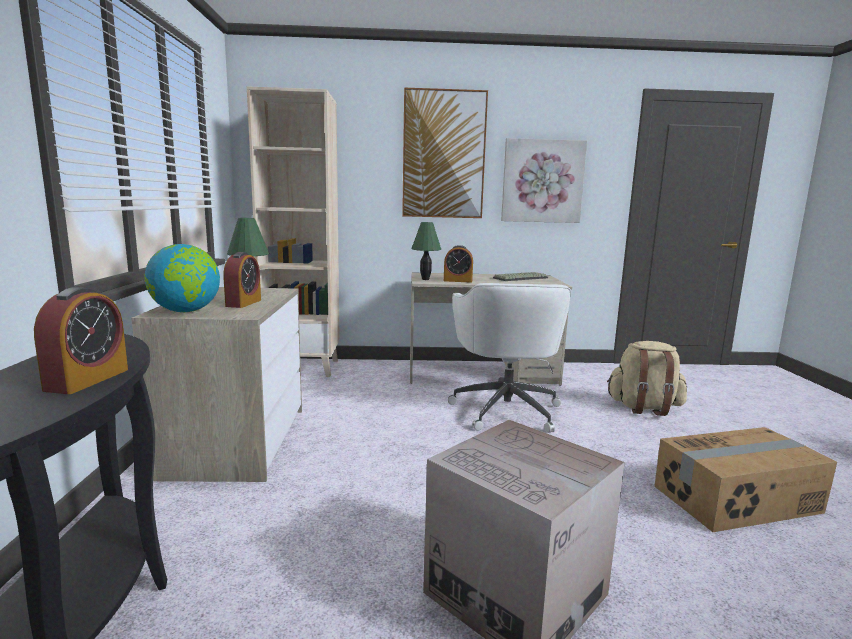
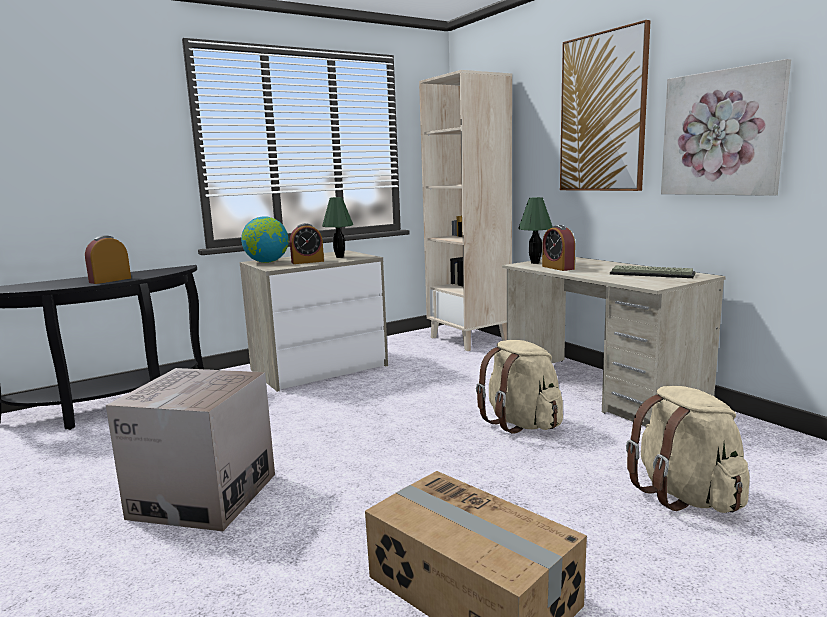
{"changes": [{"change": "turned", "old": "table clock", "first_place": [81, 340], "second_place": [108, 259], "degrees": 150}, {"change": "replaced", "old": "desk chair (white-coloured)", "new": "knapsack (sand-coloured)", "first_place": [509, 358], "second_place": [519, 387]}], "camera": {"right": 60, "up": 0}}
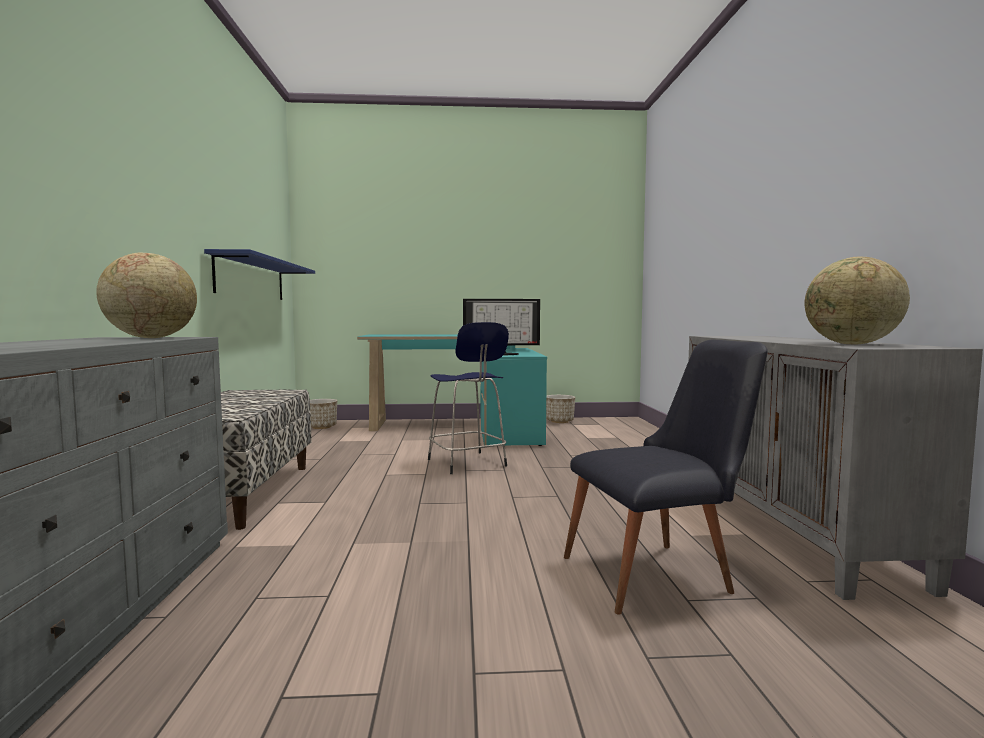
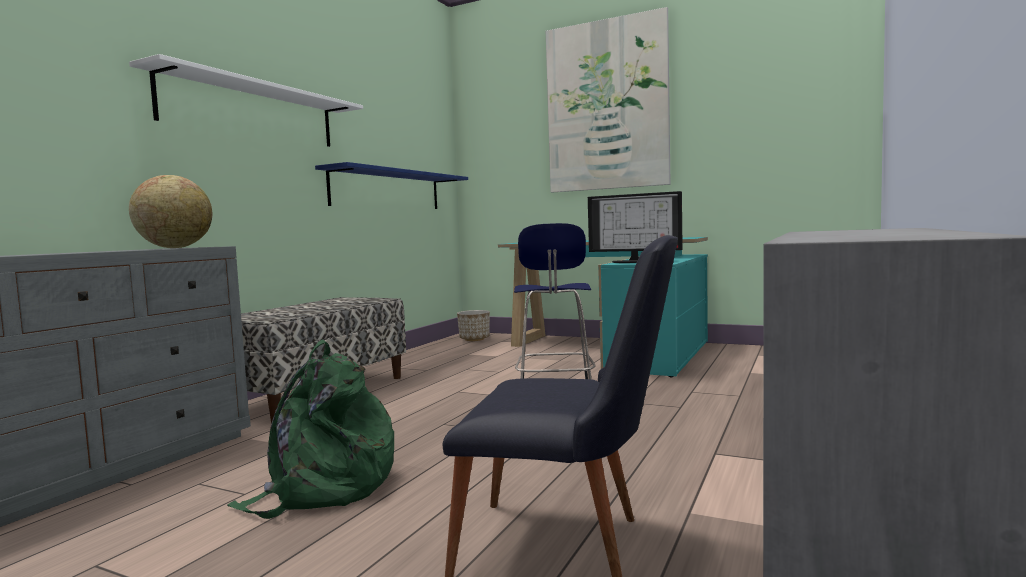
{"changes": [{"change": "removed", "old": "plant pot", "first_place": [560, 409]}, {"change": "removed", "old": "globe", "first_place": [857, 300]}, {"change": "added", "new": "wall shelf (white-coloured)", "second_place": [246, 100]}, {"change": "added", "new": "knapsack (green-coloured)", "second_place": [310, 429]}, {"change": "added", "new": "wall picture", "second_place": [608, 100]}], "camera": {"right": 30, "up": 0}}
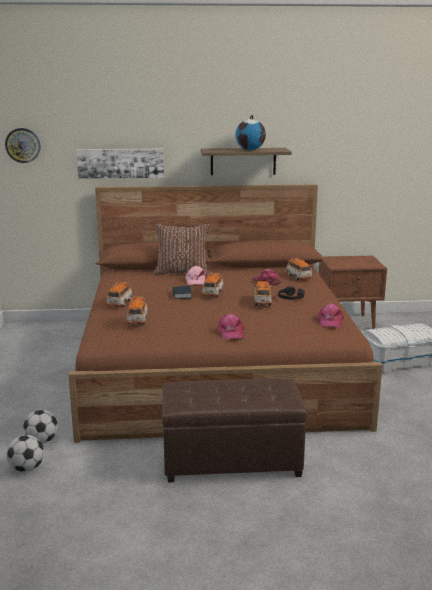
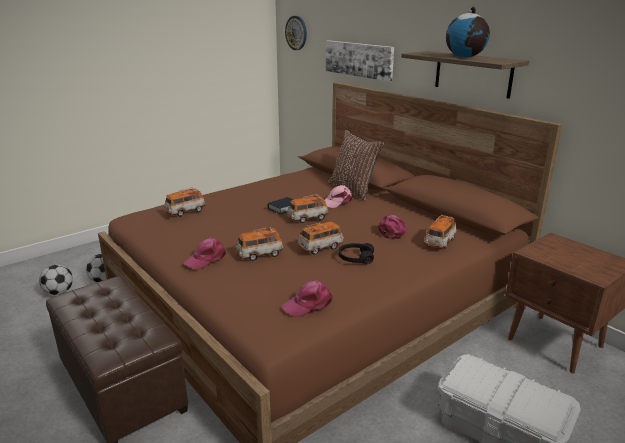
{"changes": [{"change": "moved", "old": "toy car", "first_place": [119, 294], "second_place": [260, 244]}], "camera": {"right": 55, "up": 5}}
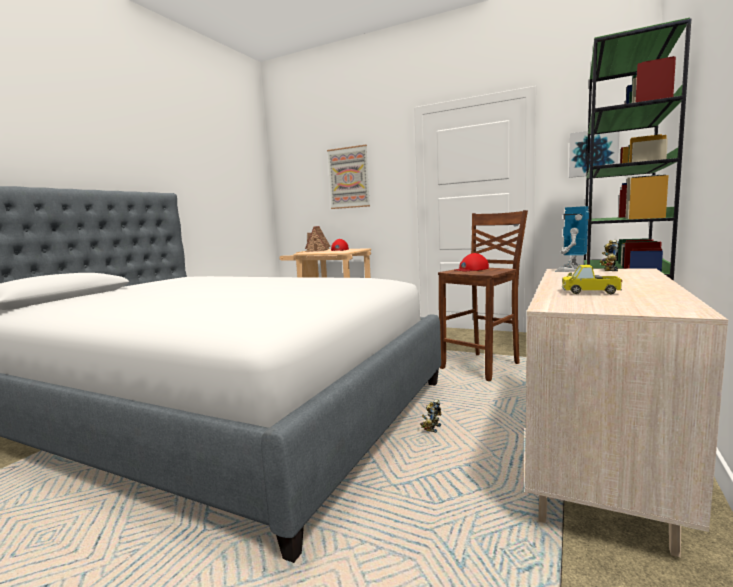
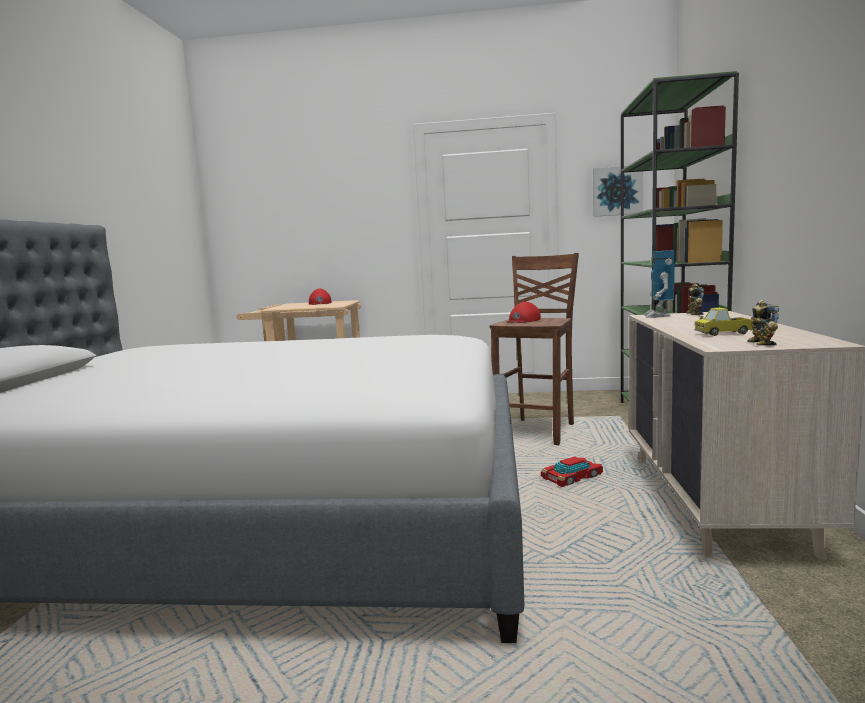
{"changes": [{"change": "removed", "old": "toy house", "first_place": [317, 239]}, {"change": "removed", "old": "wall picture", "first_place": [348, 177]}, {"change": "moved", "old": "robot figure", "first_place": [431, 416], "second_place": [763, 322]}, {"change": "added", "new": "toy car", "second_place": [572, 471]}], "camera": {"right": -20, "up": 0}}
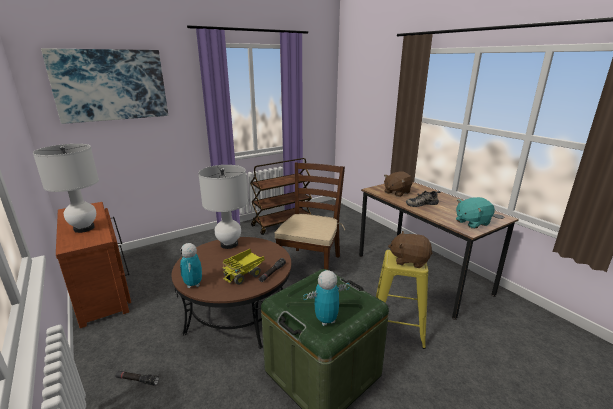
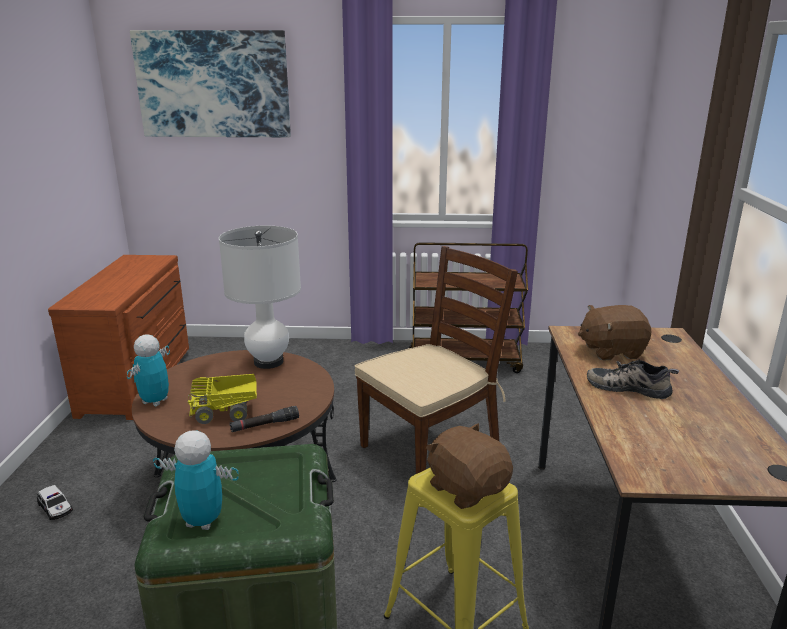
{"changes": [{"change": "removed", "old": "lamp for a table (white-coloured)", "first_place": [66, 188]}, {"change": "replaced", "old": "flashlight (black-coloured)", "new": "toy car", "first_place": [137, 378], "second_place": [55, 502]}, {"change": "removed", "old": "soft toy (blue-green)", "first_place": [475, 213]}], "camera": {"right": 35, "up": 0}}
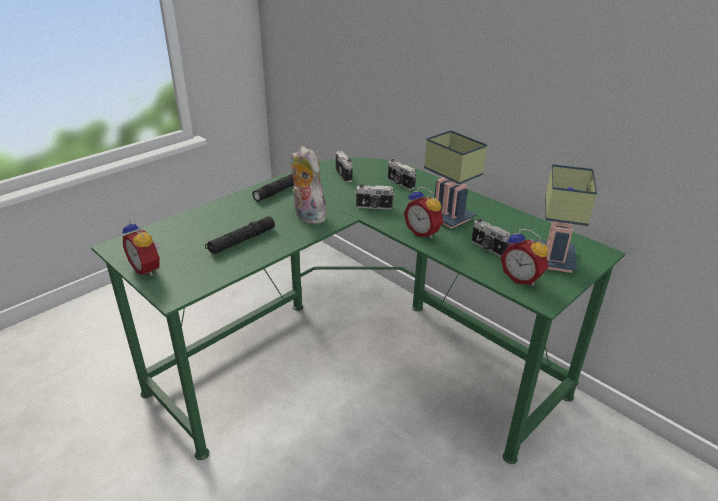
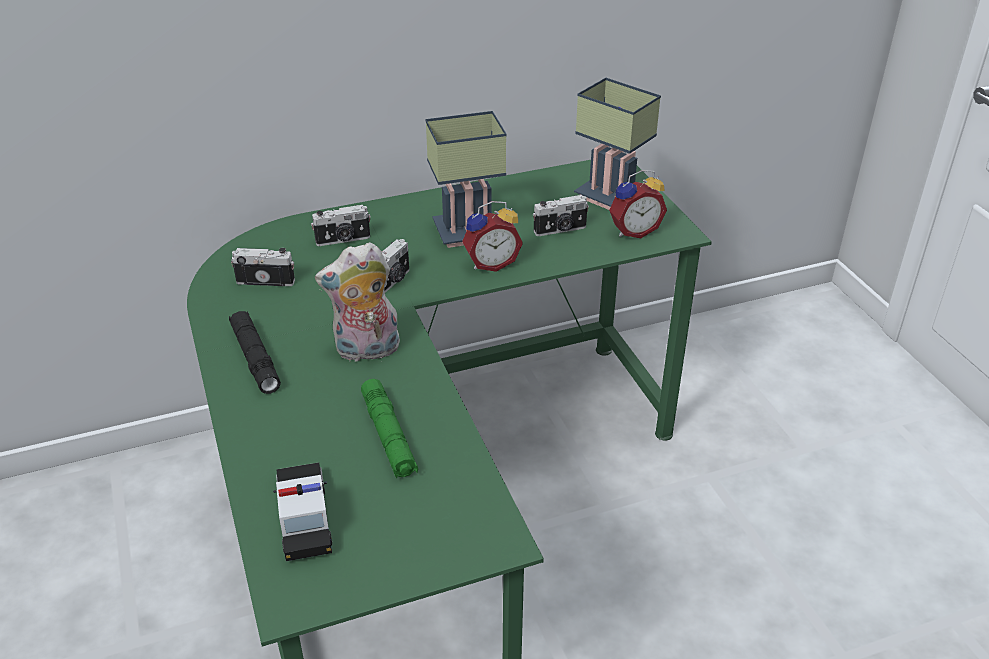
{"changes": [{"change": "removed", "old": "table clock", "first_place": [141, 247]}, {"change": "recoloured", "old": "flashlight (black-coloured)", "new": "flashlight (green-coloured)", "first_place": [240, 235], "second_place": [389, 428]}, {"change": "added", "new": "toy car", "second_place": [303, 511]}], "camera": {"right": -65, "up": 5}}
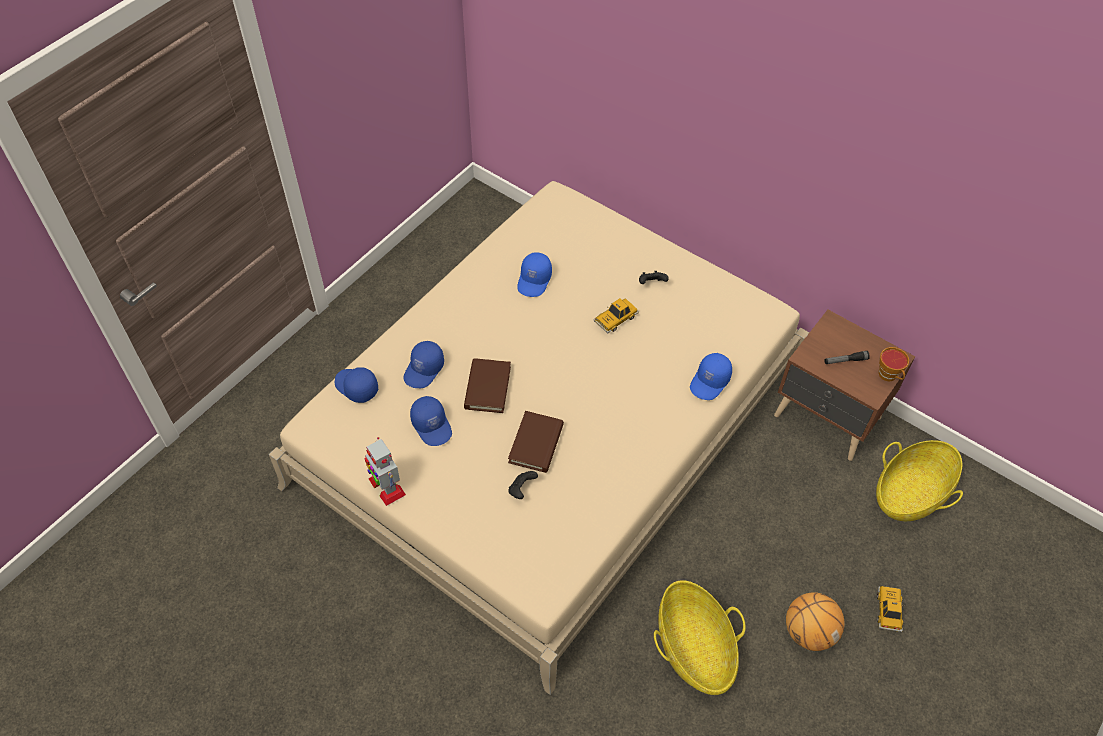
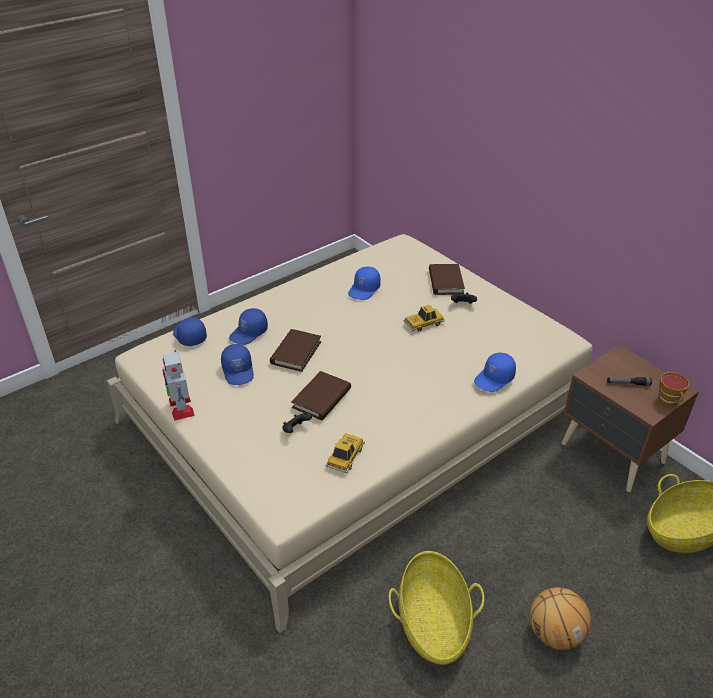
{"changes": [{"change": "moved", "old": "toy car", "first_place": [890, 609], "second_place": [345, 453]}, {"change": "added", "new": "bound book (brownish)", "second_place": [447, 279]}], "camera": {"right": 15, "up": -15}}
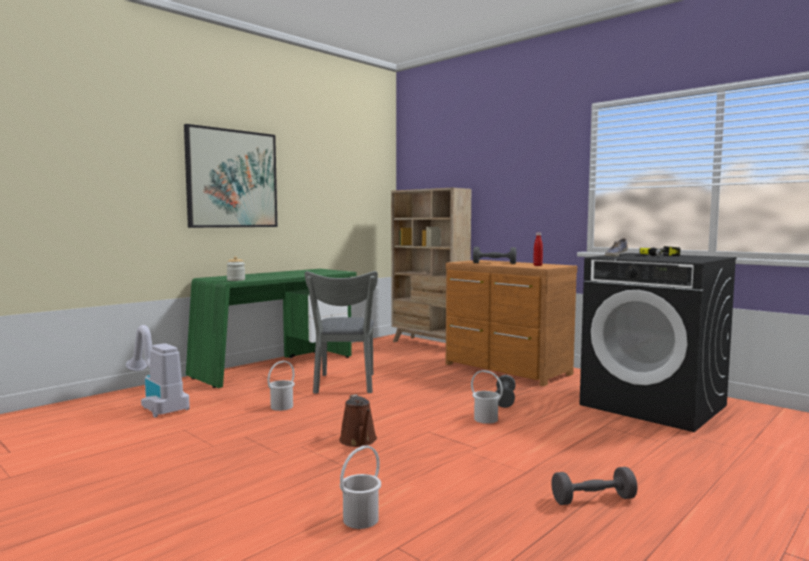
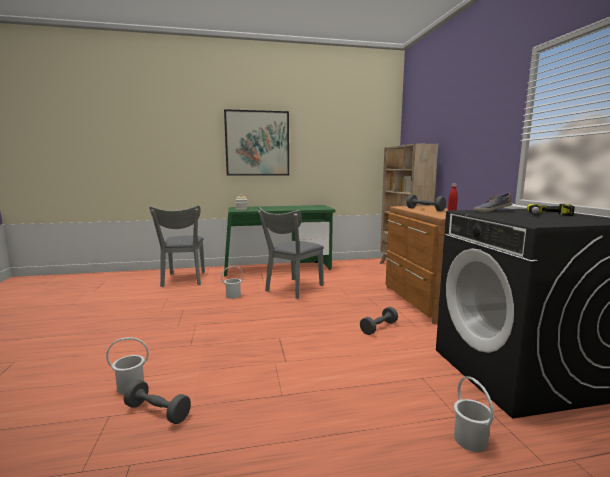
{"changes": [{"change": "replaced", "old": "vacuum", "new": "plain chair (gray)", "first_place": [158, 371], "second_place": [177, 246]}, {"change": "removed", "old": "watering can (brownish)", "first_place": [358, 420]}, {"change": "moved", "old": "water bucket (white-coloured)", "first_place": [487, 397], "second_place": [474, 414]}, {"change": "moved", "old": "dumbbell (gray)", "first_place": [594, 486], "second_place": [157, 402]}], "camera": {"right": 35, "up": 5}}
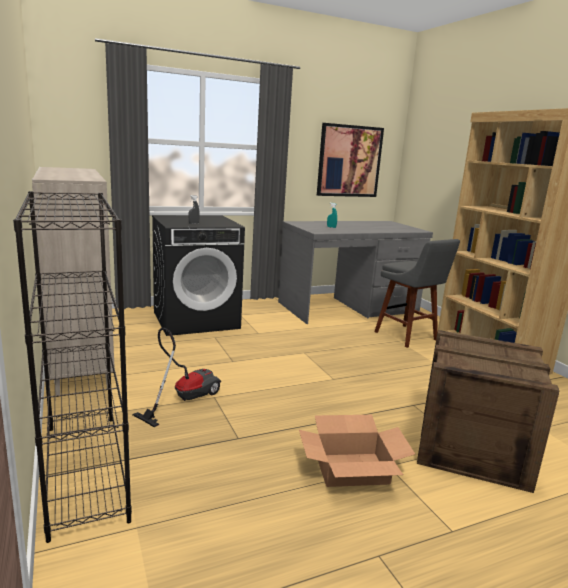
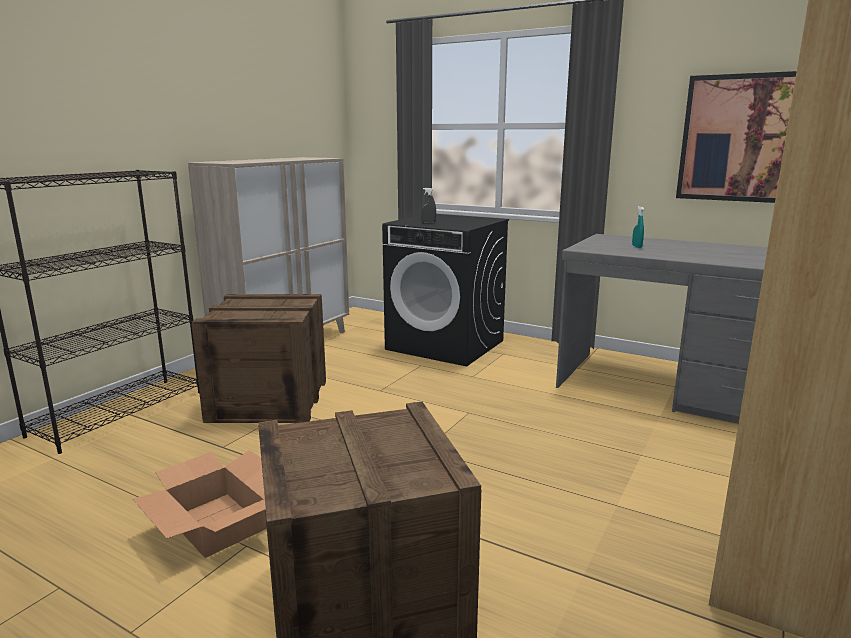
{"changes": [{"change": "replaced", "old": "vacuum", "new": "crate", "first_place": [177, 378], "second_place": [258, 358]}, {"change": "removed", "old": "stool (gray)", "first_place": [417, 293]}], "camera": {"right": 55, "up": 0}}
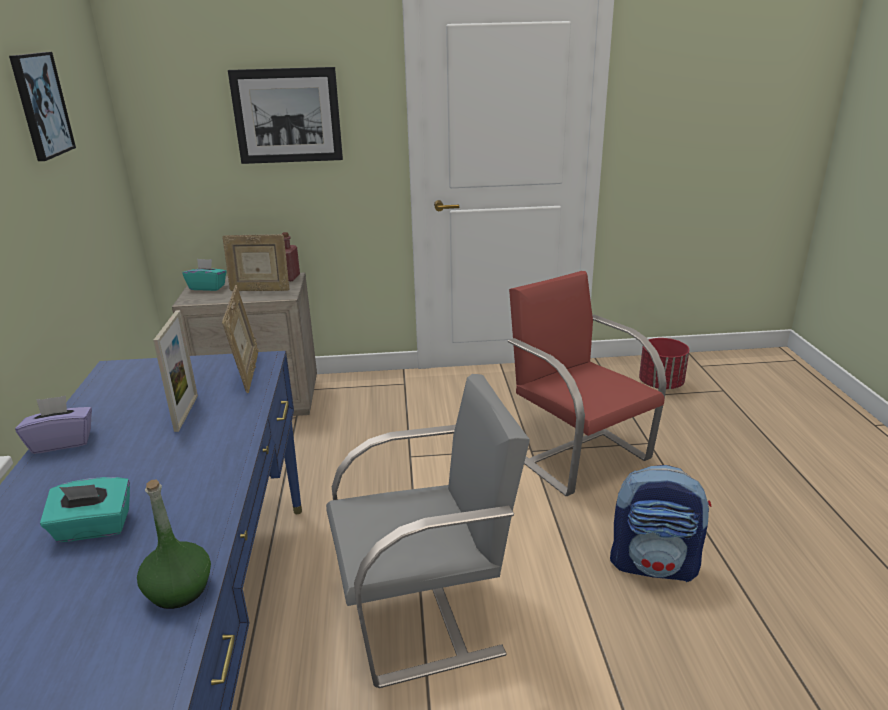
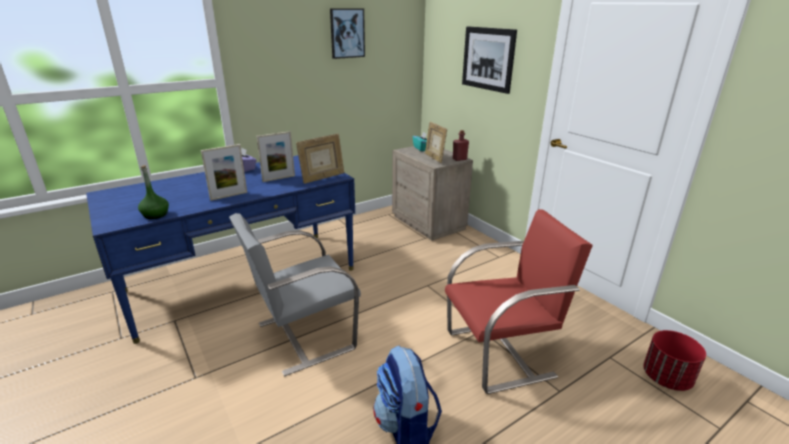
{"changes": [{"change": "removed", "old": "tissue holder (blue-green)", "first_place": [85, 509]}, {"change": "turned", "old": "plain chair (gray)", "first_place": [428, 531], "second_place": [295, 294], "degrees": 105}, {"change": "turned", "old": "plain chair (red)", "first_place": [587, 383], "second_place": [519, 301], "degrees": 45}, {"change": "added", "new": "picture frame", "second_place": [224, 172]}], "camera": {"right": 60, "up": 0}}
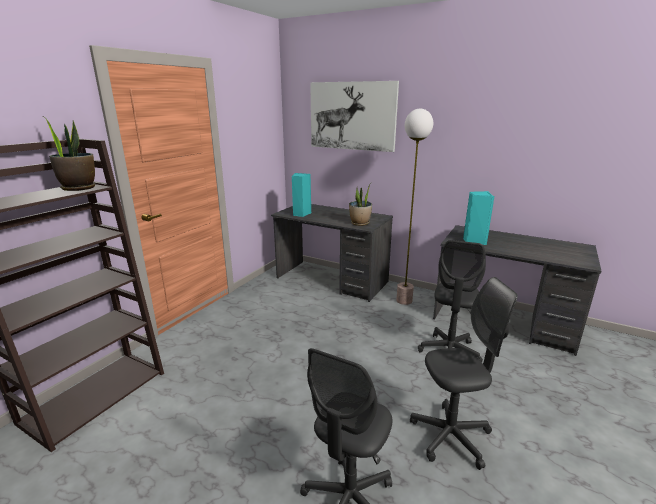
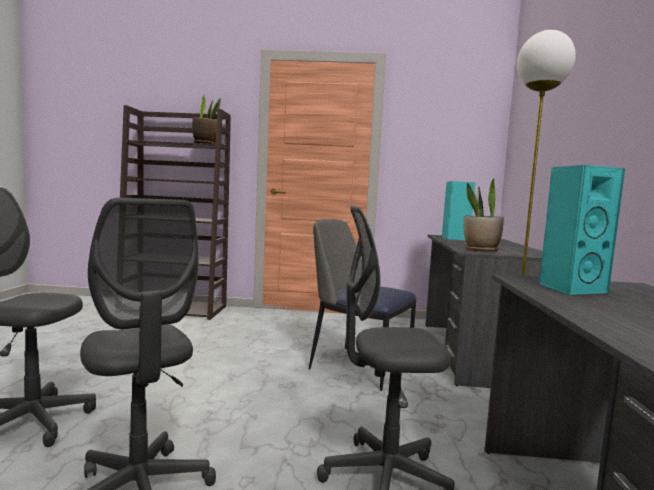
{"changes": [{"change": "removed", "old": "wall picture", "first_place": [354, 116]}, {"change": "added", "new": "plain chair", "second_place": [363, 305]}], "camera": {"right": 65, "up": -15}}
